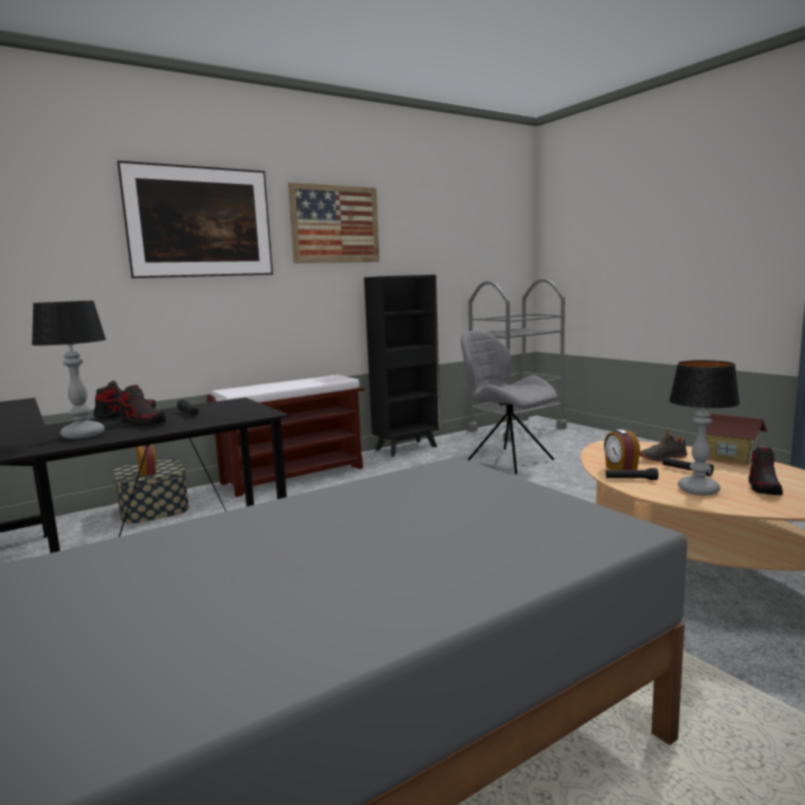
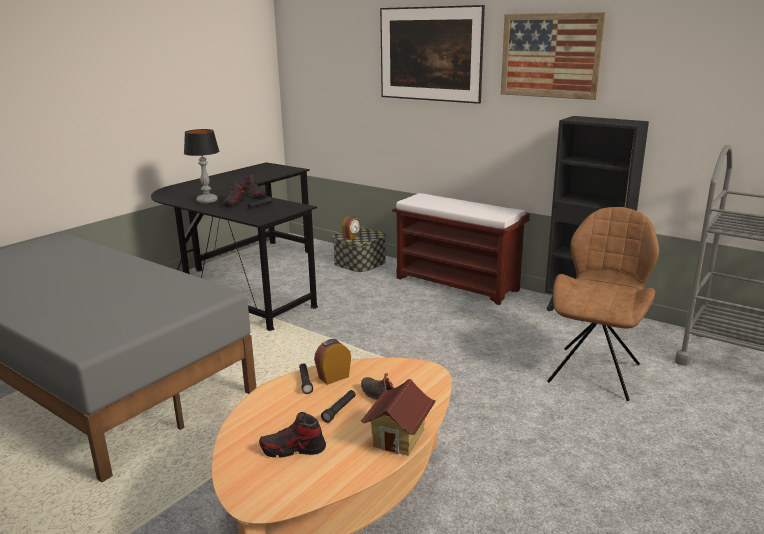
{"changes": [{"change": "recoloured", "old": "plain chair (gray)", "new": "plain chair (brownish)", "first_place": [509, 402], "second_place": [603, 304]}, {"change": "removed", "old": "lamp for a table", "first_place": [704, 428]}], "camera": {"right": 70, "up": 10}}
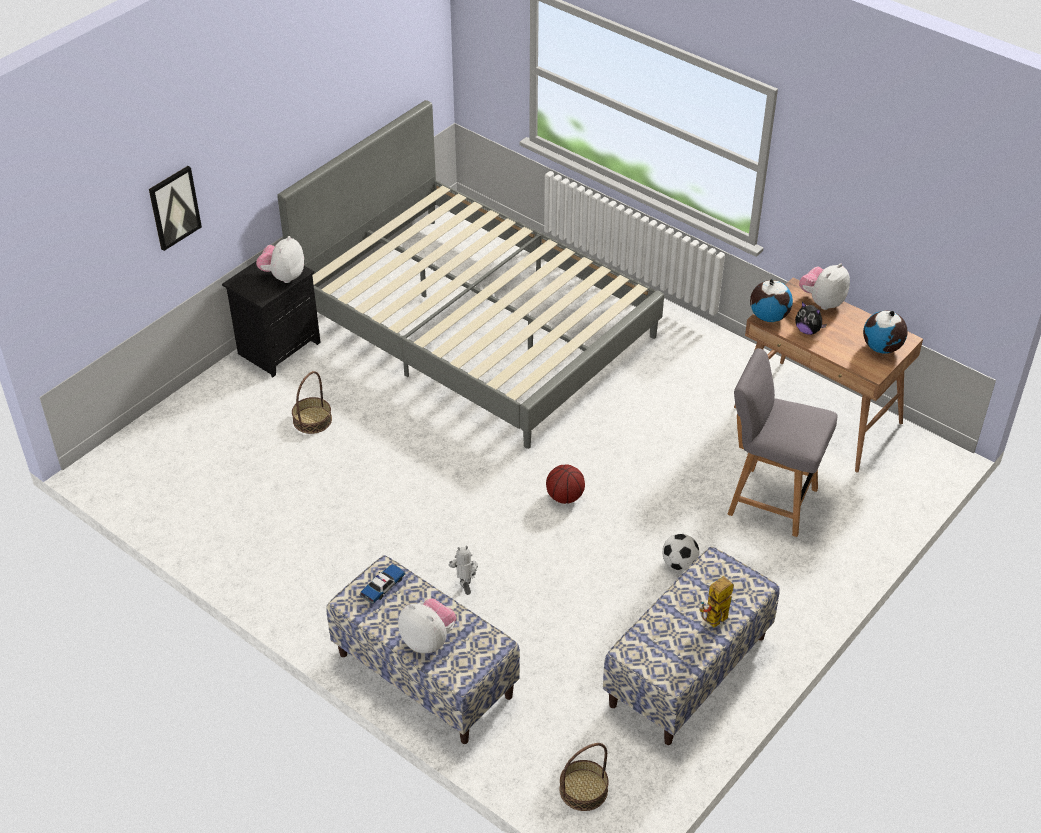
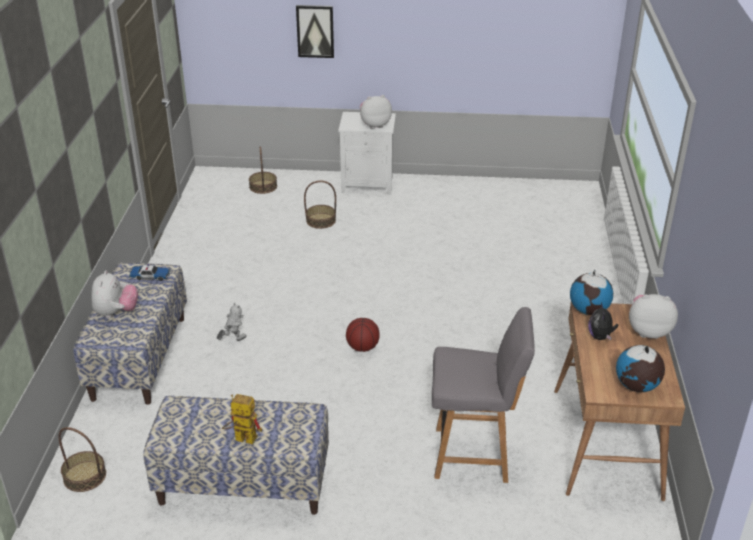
{"changes": [{"change": "recoloured", "old": "nightstand (black-coloured)", "new": "nightstand (white-coloured)", "first_place": [271, 319], "second_place": [367, 153]}, {"change": "removed", "old": "sleeping bed (gray)", "first_place": [470, 274]}, {"change": "removed", "old": "football", "first_place": [680, 552]}, {"change": "turned", "old": "plain chair (gray)", "first_place": [783, 442], "second_place": [483, 395], "degrees": 105}, {"change": "added", "new": "storage basket", "second_place": [263, 170]}], "camera": {"right": 55, "up": -10}}
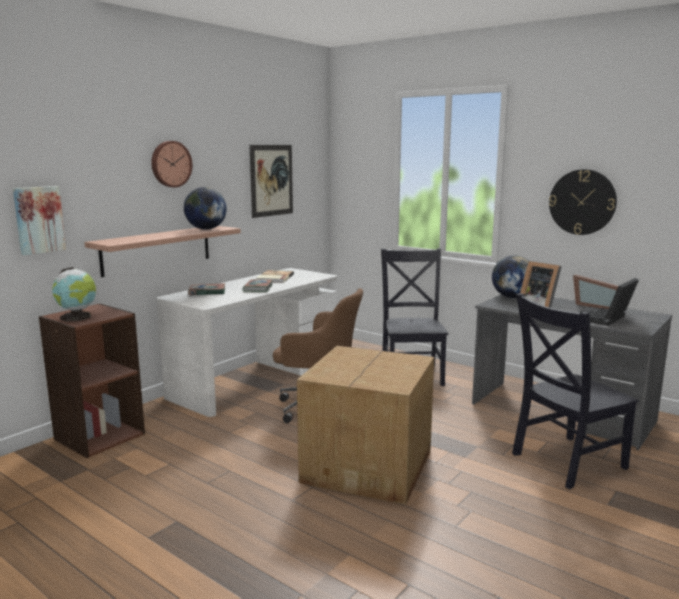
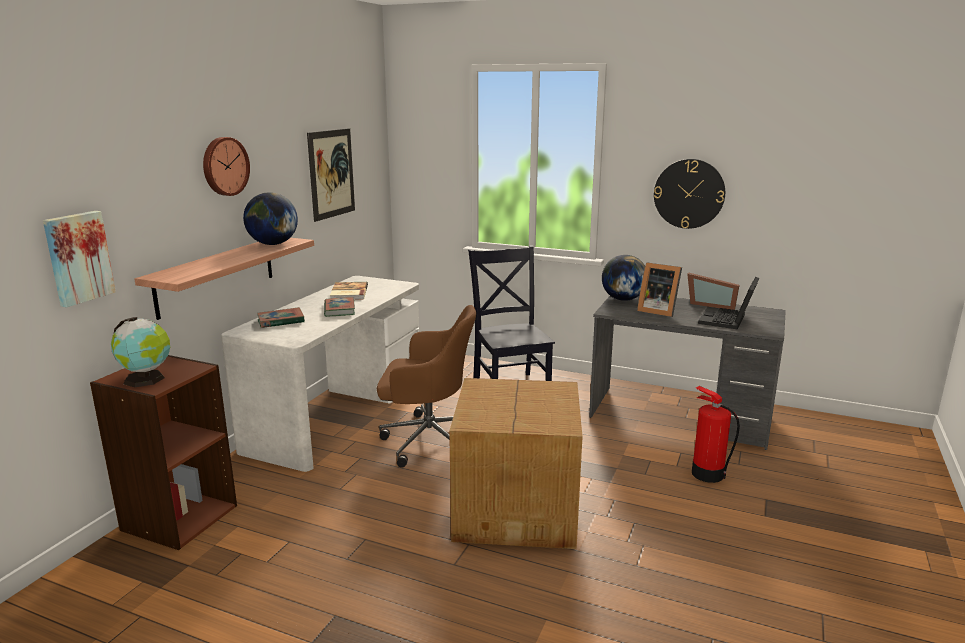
{"changes": [{"change": "replaced", "old": "plain chair (black-coloured)", "new": "fire-fighting cylinder", "first_place": [575, 391], "second_place": [716, 434]}], "camera": {"right": -15, "up": 5}}
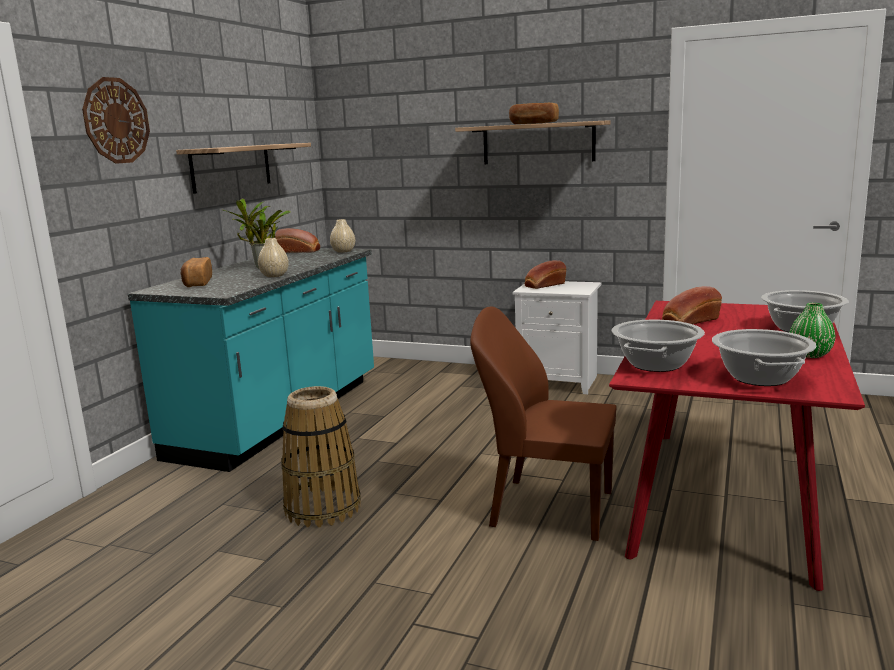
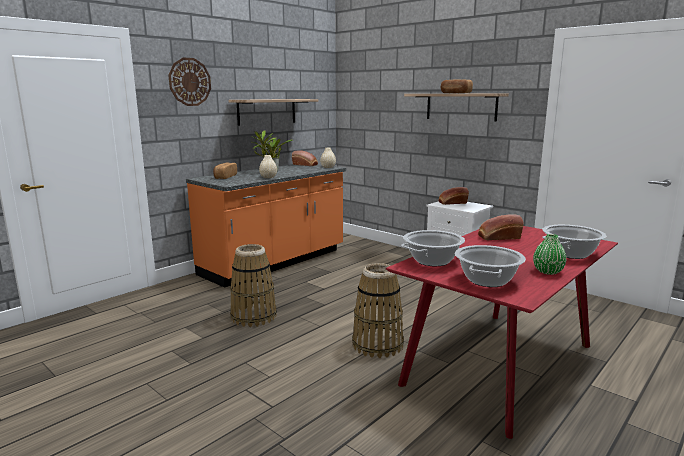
{"changes": [{"change": "recoloured", "old": "kitchen base unit (blue-green)", "new": "kitchen base unit (orange)", "first_place": [251, 360], "second_place": [266, 226]}, {"change": "replaced", "old": "plain chair (brownish)", "new": "storage basket", "first_place": [543, 423], "second_place": [378, 310]}], "camera": {"right": 20, "up": 0}}
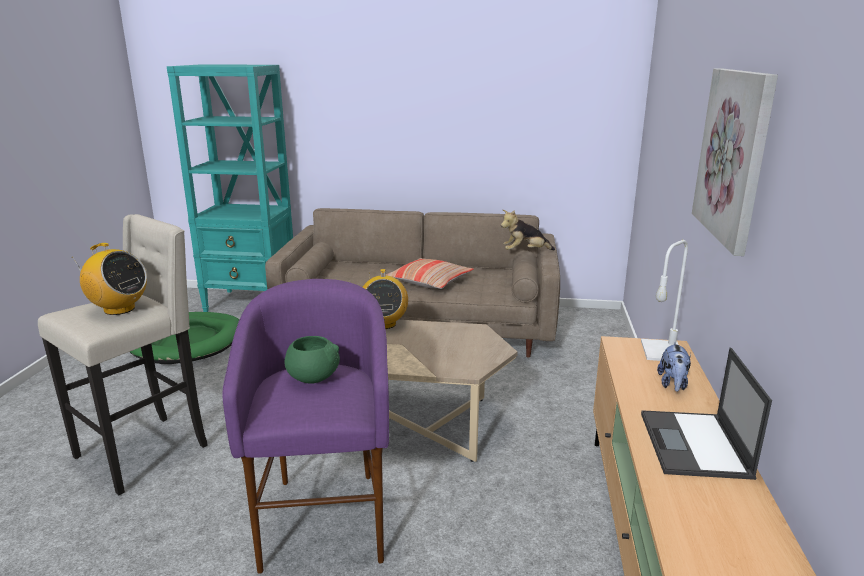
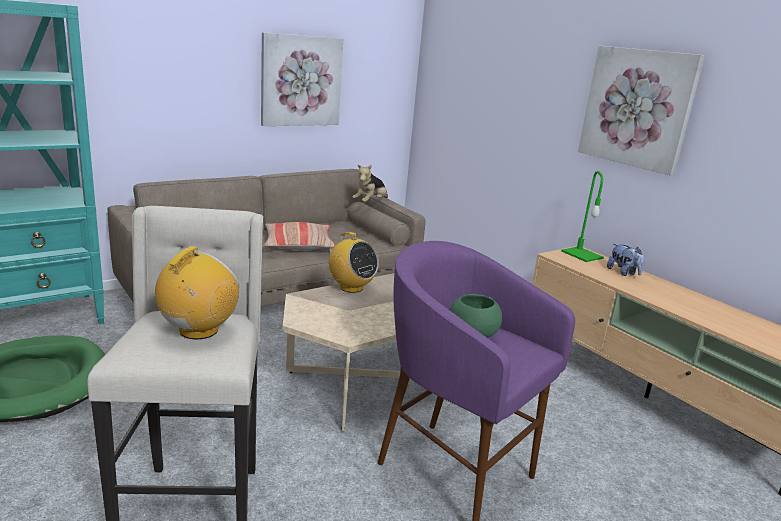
{"changes": [{"change": "turned", "old": "radio receiver", "first_place": [110, 279], "second_place": [197, 292], "degrees": -45}, {"change": "recoloured", "old": "lamp for a table (white-coloured)", "new": "lamp for a table (green-coloured)", "first_place": [664, 300], "second_place": [582, 216]}, {"change": "removed", "old": "notebook computer", "first_place": [706, 413]}, {"change": "added", "new": "wall picture", "second_place": [302, 79]}], "camera": {"right": -45, "up": 0}}
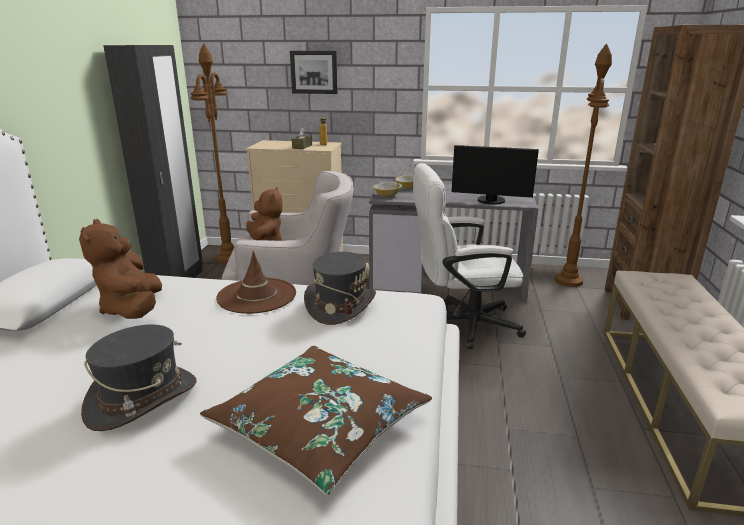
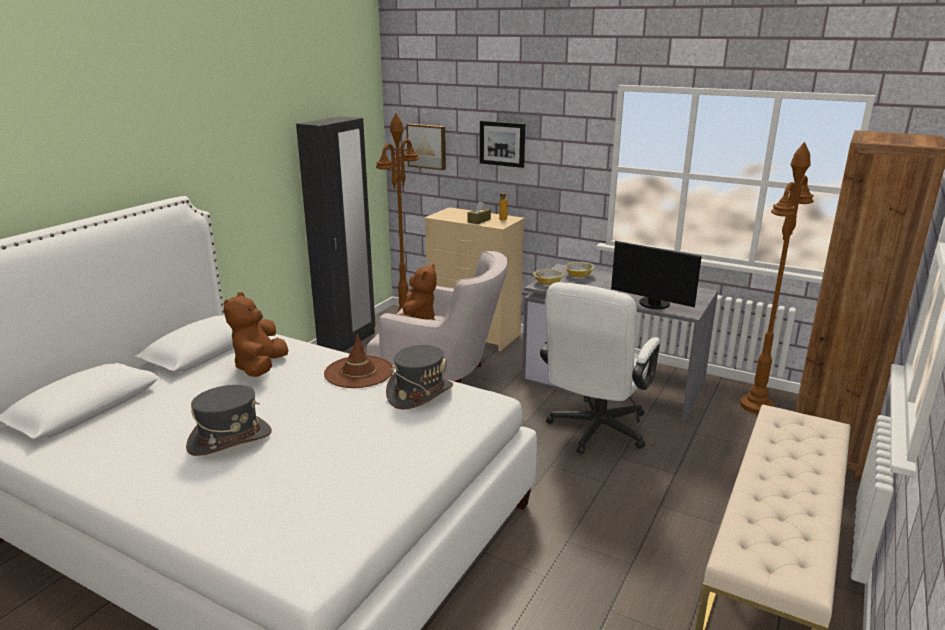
{"changes": [{"change": "removed", "old": "cushion (brownish)", "first_place": [316, 421]}, {"change": "turned", "old": "desk chair (white-coloured)", "first_place": [469, 256], "second_place": [600, 368], "degrees": -75}, {"change": "added", "new": "wall picture", "second_place": [426, 147]}], "camera": {"right": 20, "up": 0}}
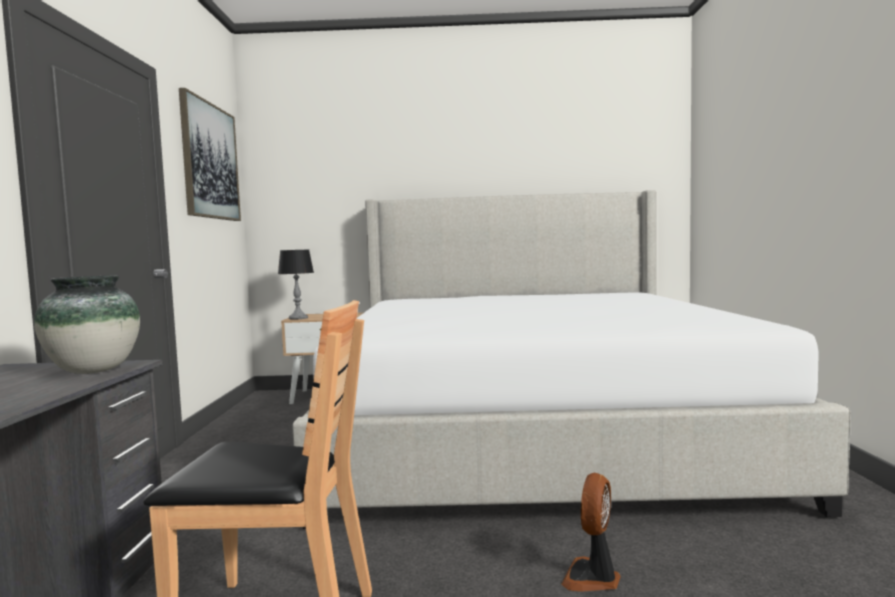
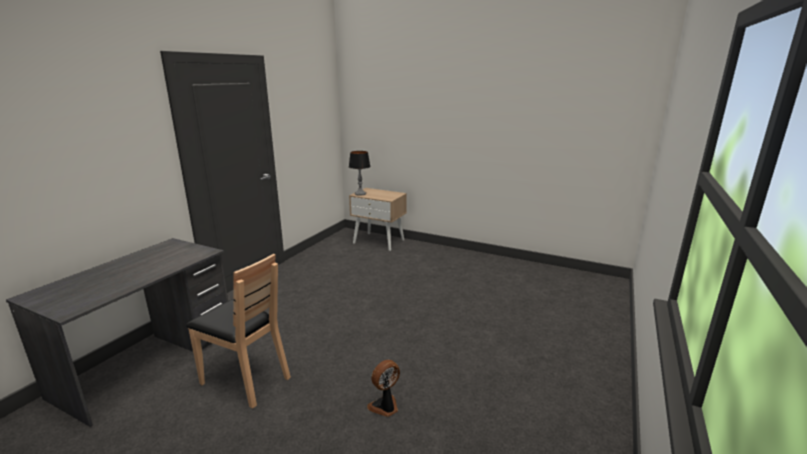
{"changes": [{"change": "removed", "old": "flower vase", "first_place": [87, 325]}, {"change": "removed", "old": "wall picture", "first_place": [210, 154]}, {"change": "removed", "old": "sleeping bed", "first_place": [571, 359]}], "camera": {"right": 25, "up": 15}}
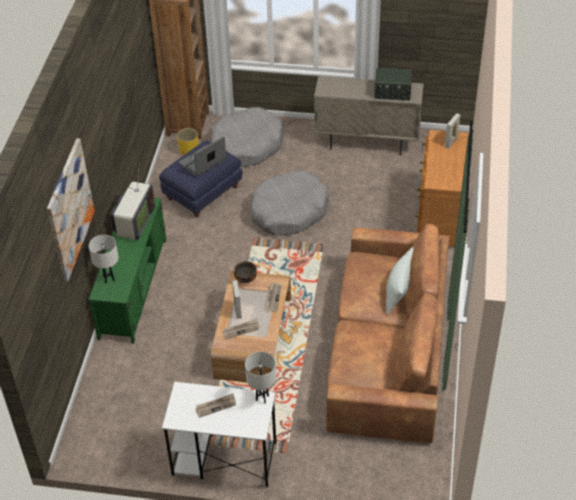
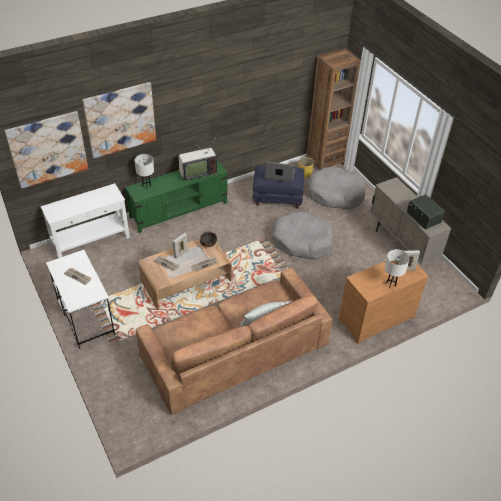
{"changes": [{"change": "moved", "old": "lamp for a table (white-coloured)", "first_place": [260, 378], "second_place": [397, 268]}, {"change": "added", "new": "wall picture", "second_place": [46, 150]}, {"change": "added", "new": "hall table (white-coloured)", "second_place": [85, 220]}], "camera": {"right": 50, "up": 0}}
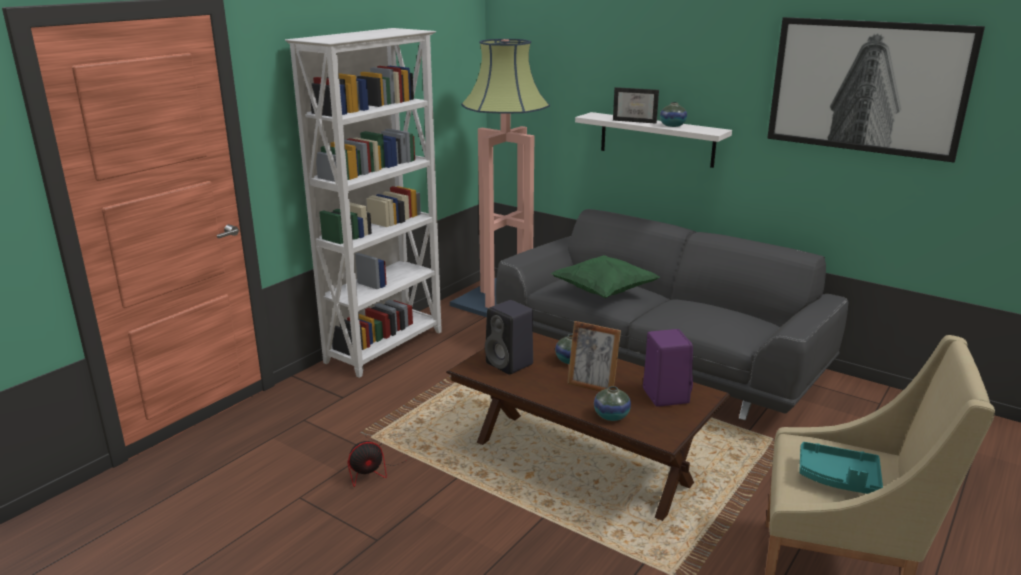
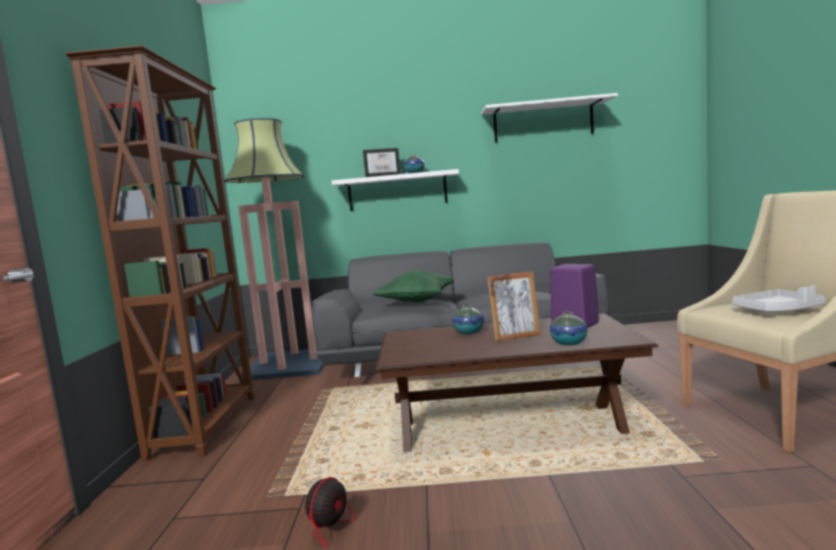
{"changes": [{"change": "recoloured", "old": "shelving unit (white-coloured)", "new": "shelving unit (brownish)", "first_place": [363, 203], "second_place": [160, 253]}, {"change": "removed", "old": "loudspeaker (black-coloured)", "first_place": [509, 337]}, {"change": "replaced", "old": "wall picture", "new": "wall shelf (white-coloured)", "first_place": [876, 89], "second_place": [549, 117]}, {"change": "recoloured", "old": "tray (blue-green)", "new": "tray (gray)", "first_place": [841, 468], "second_place": [779, 298]}], "camera": {"right": -35, "up": -15}}
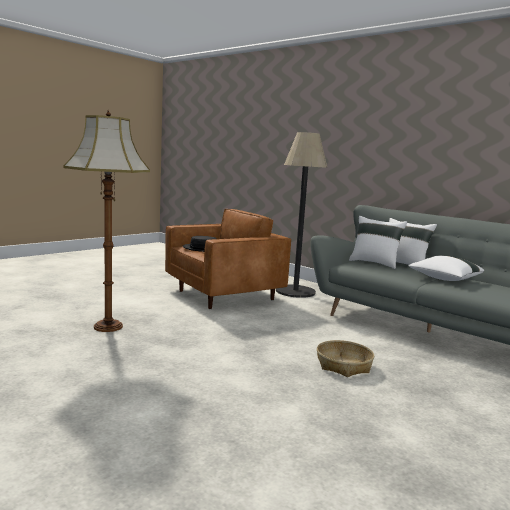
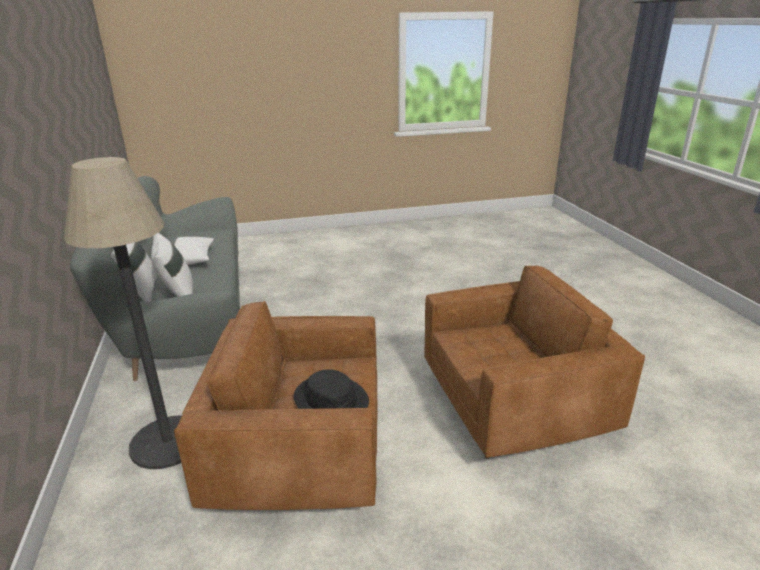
{"changes": [{"change": "replaced", "old": "standing lamp", "new": "lounge chair (brownish)", "first_place": [107, 221], "second_place": [535, 361]}, {"change": "removed", "old": "storage basket", "first_place": [345, 358]}], "camera": {"right": -145, "up": 15}}
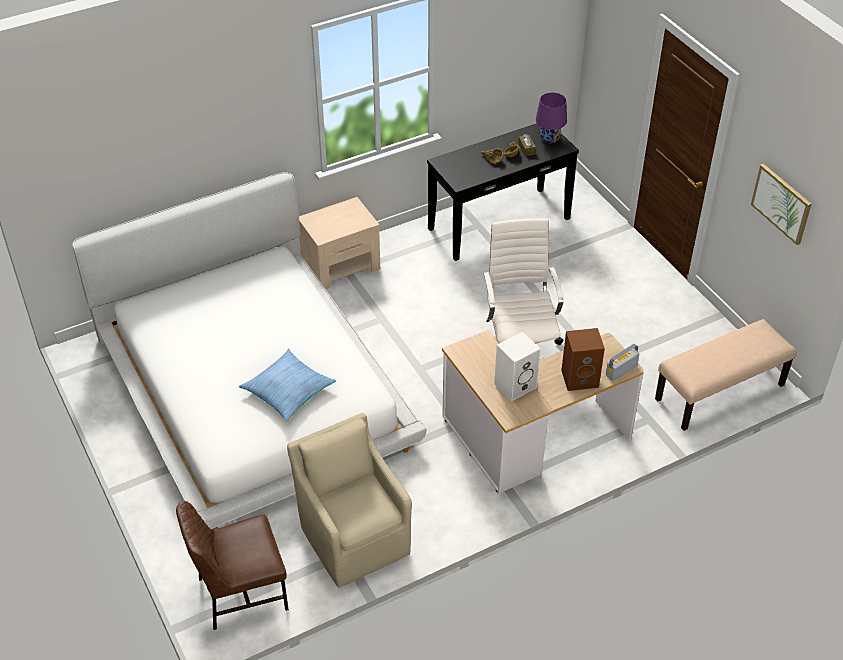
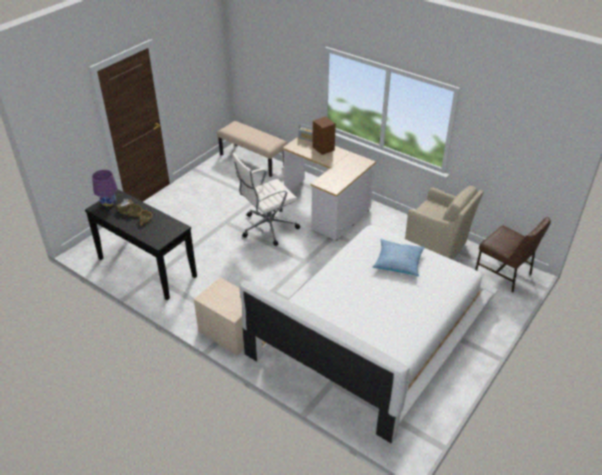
{"changes": [{"change": "turned", "old": "lounge chair (sand-coloured)", "first_place": [349, 500], "second_place": [444, 223], "degrees": -90}, {"change": "removed", "old": "loudspeaker (white-coloured)", "first_place": [517, 366]}, {"change": "removed", "old": "wall picture", "first_place": [781, 204]}], "camera": {"right": -115, "up": -5}}
